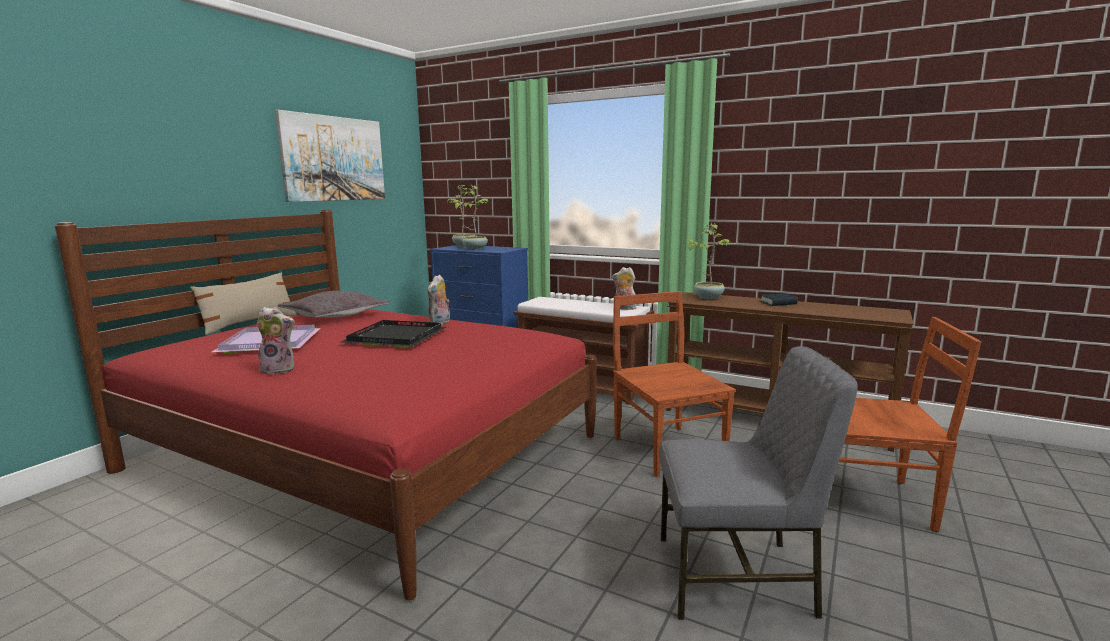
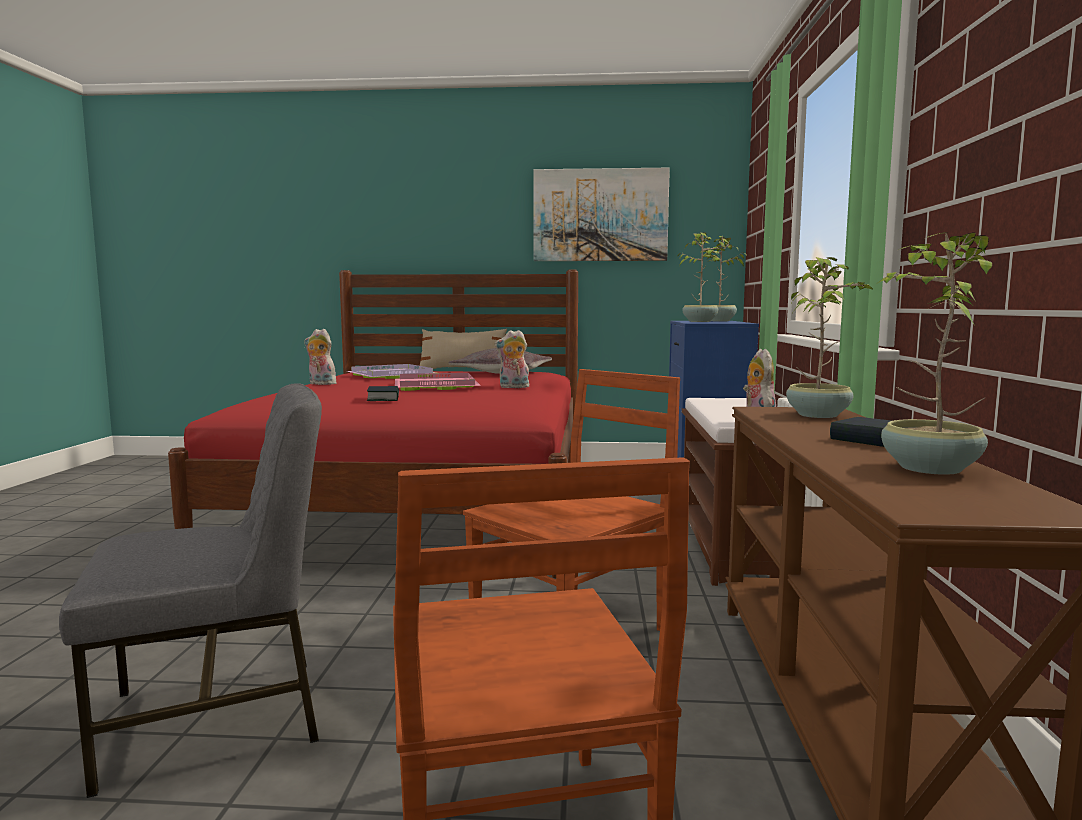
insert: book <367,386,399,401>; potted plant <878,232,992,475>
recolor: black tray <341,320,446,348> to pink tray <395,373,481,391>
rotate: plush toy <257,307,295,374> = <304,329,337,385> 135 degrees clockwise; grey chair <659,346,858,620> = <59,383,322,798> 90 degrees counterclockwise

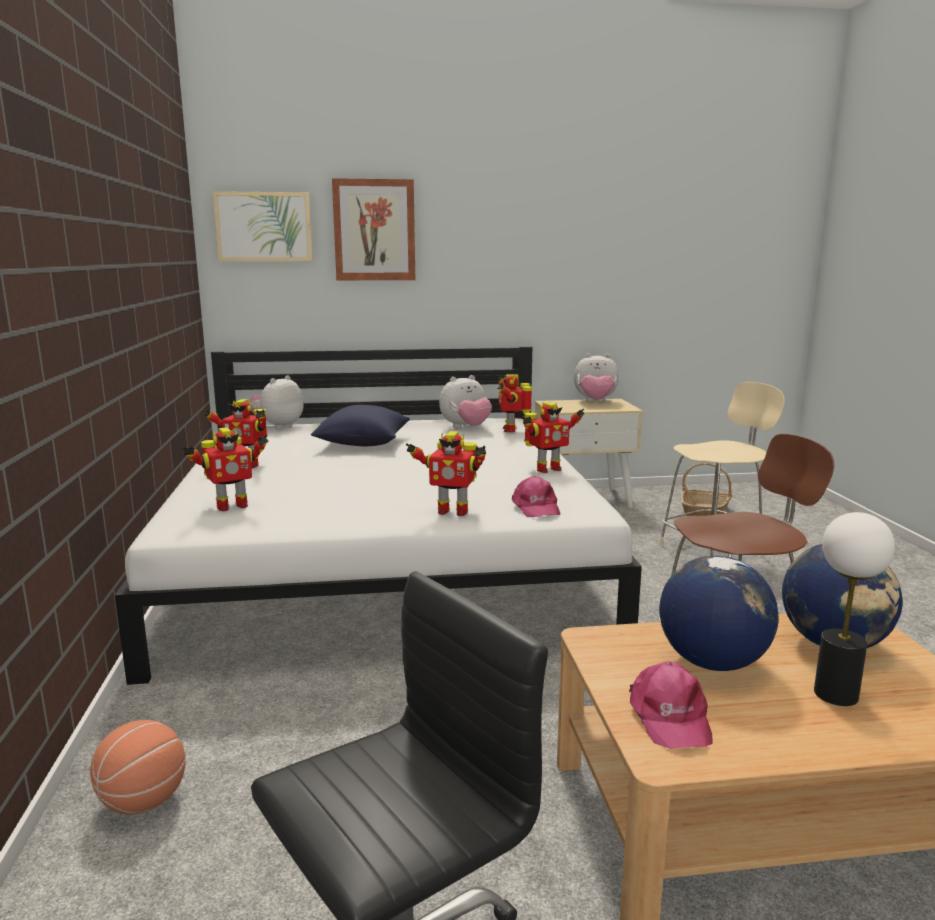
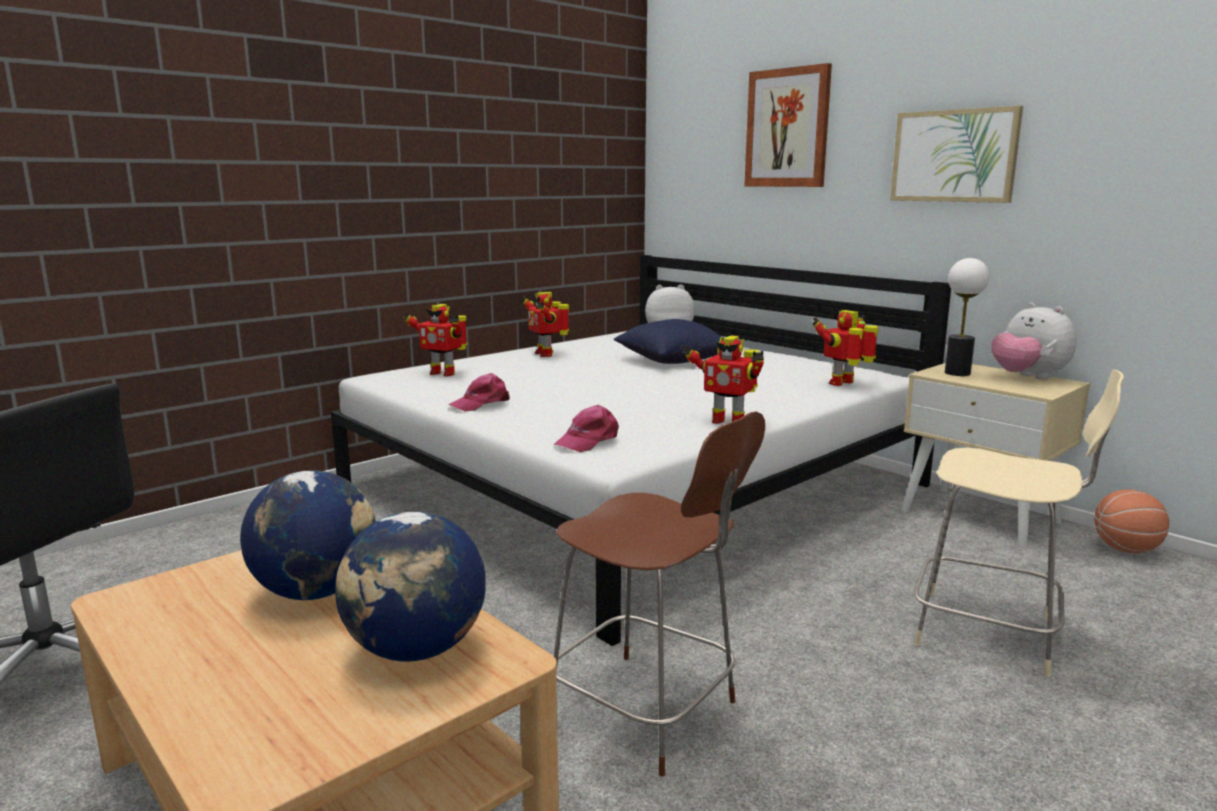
delete: toy robot <406,431,486,516>; plush toy <439,375,492,428>; basket <681,463,732,516>
move: basketball <90,720,185,814> to <1094,490,1169,553>; picture <212,191,313,261> to <890,106,1023,203>; pink cap <629,661,713,749> to <448,373,510,412>; table lamp <814,512,895,706> to <945,258,989,376>

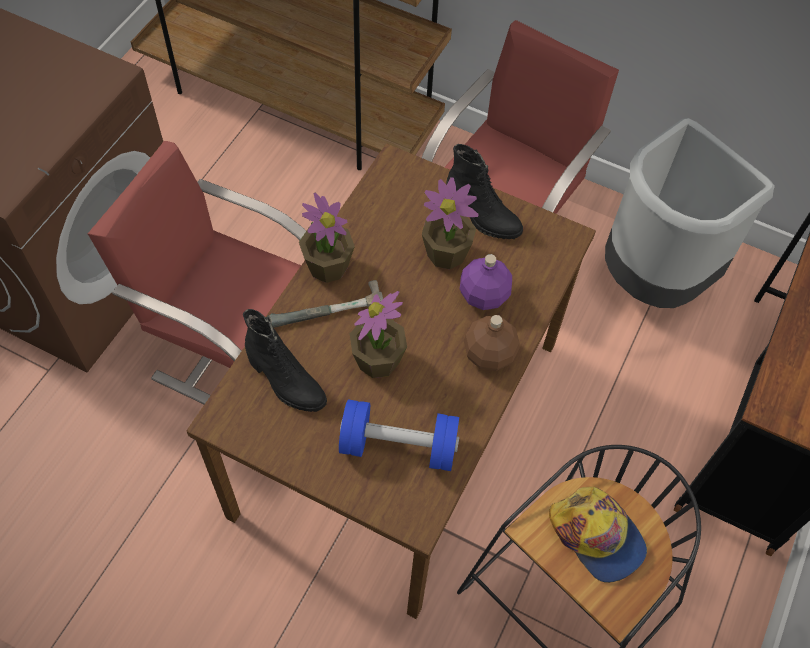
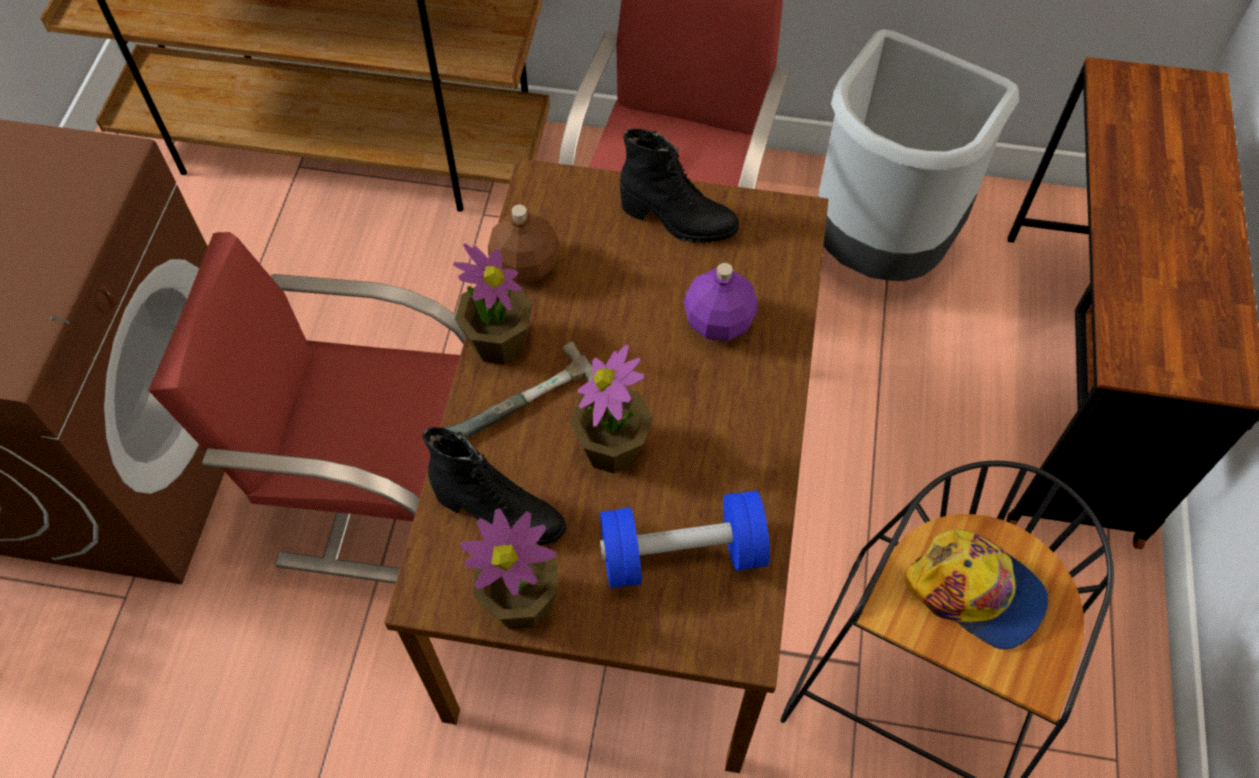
move: potted plant <422,177,479,269> to <460,509,558,630>; brown bottle <464,315,520,371> to <488,204,560,283>

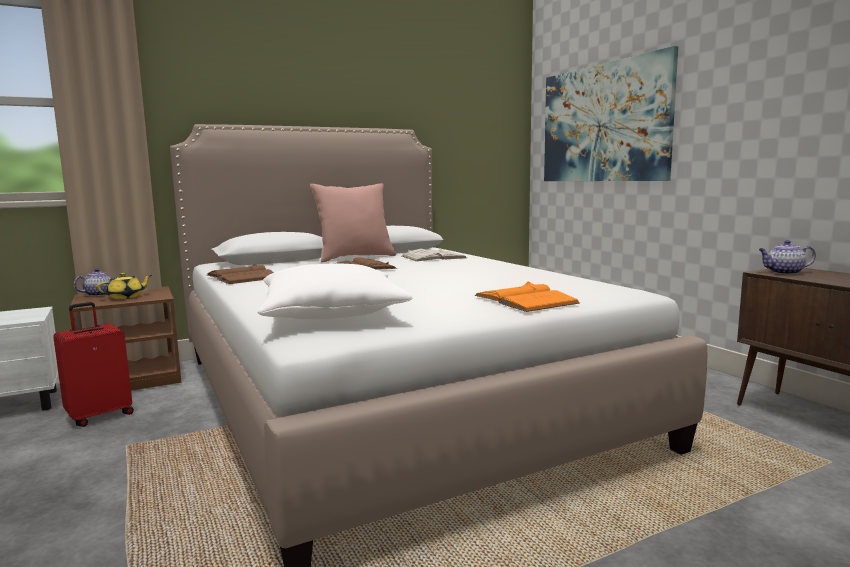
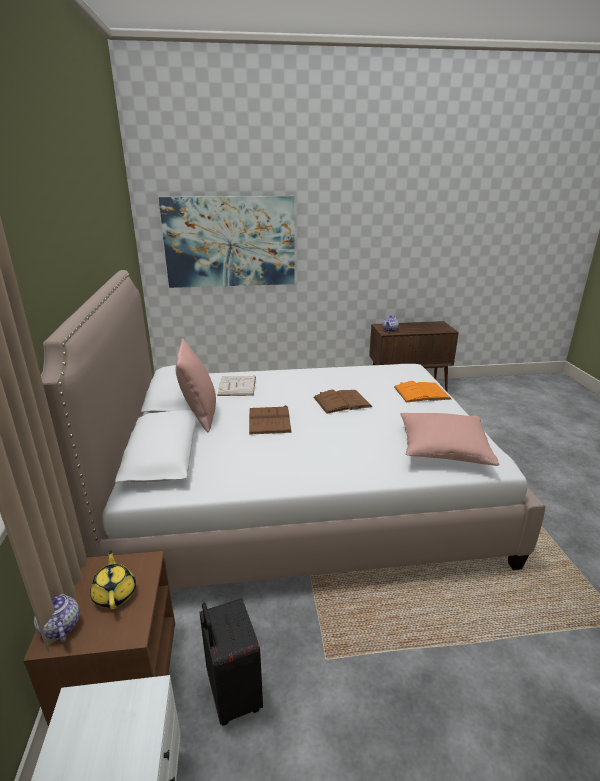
move: brown book <207,264,274,284> to <314,390,372,414>
recolor: red suitcase <53,302,134,427> to black suitcase <199,598,263,725>; white pillow <257,263,413,319> to pink pillow <401,413,499,466>

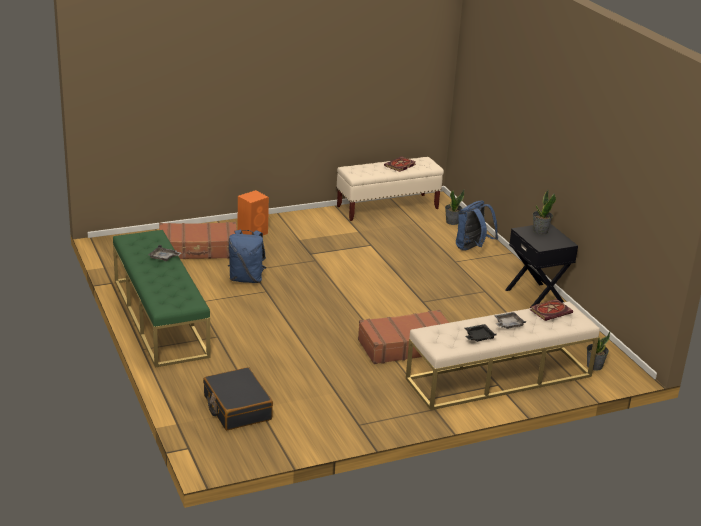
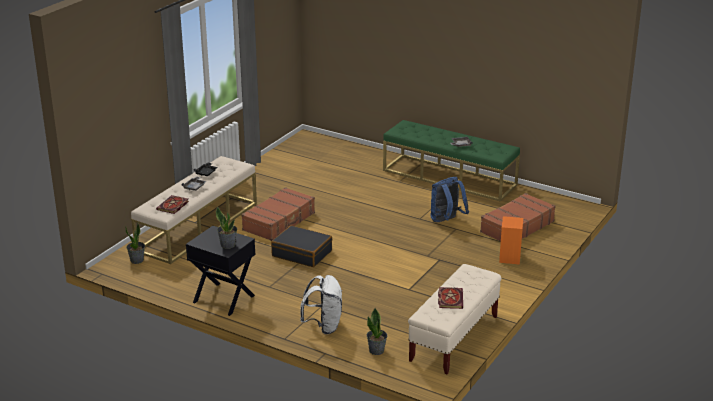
move: black suitcase <203,367,273,430> to <271,225,332,267>
recolor: blue backpack <456,201,498,251> to white backpack <300,275,342,334>

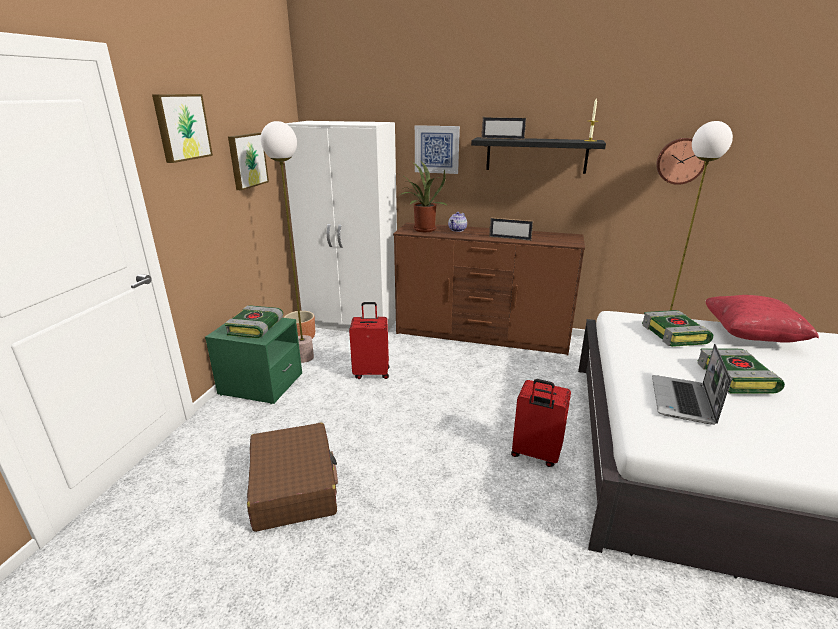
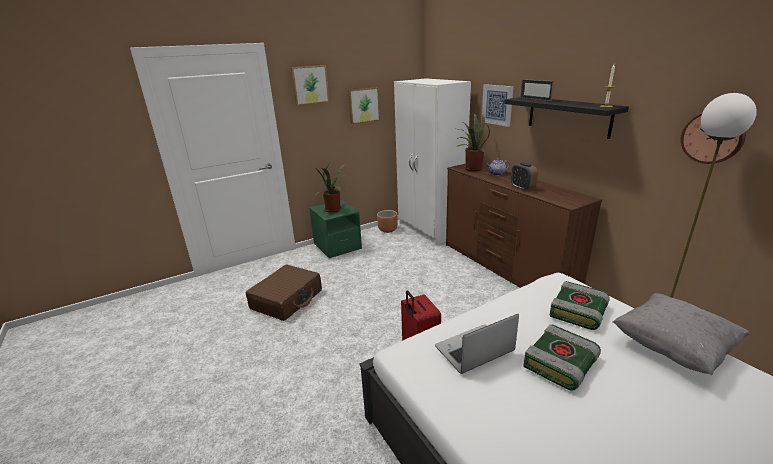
delete: floor lamp <261,121,314,363>; red suitcase <349,302,390,379>
replace: book <225,305,283,338> to potted plant <315,163,347,213>; picture frame <489,218,533,241> to alarm clock <511,162,538,191>
recolor: red pillow <705,295,819,343> to grey pillow <613,293,750,375>

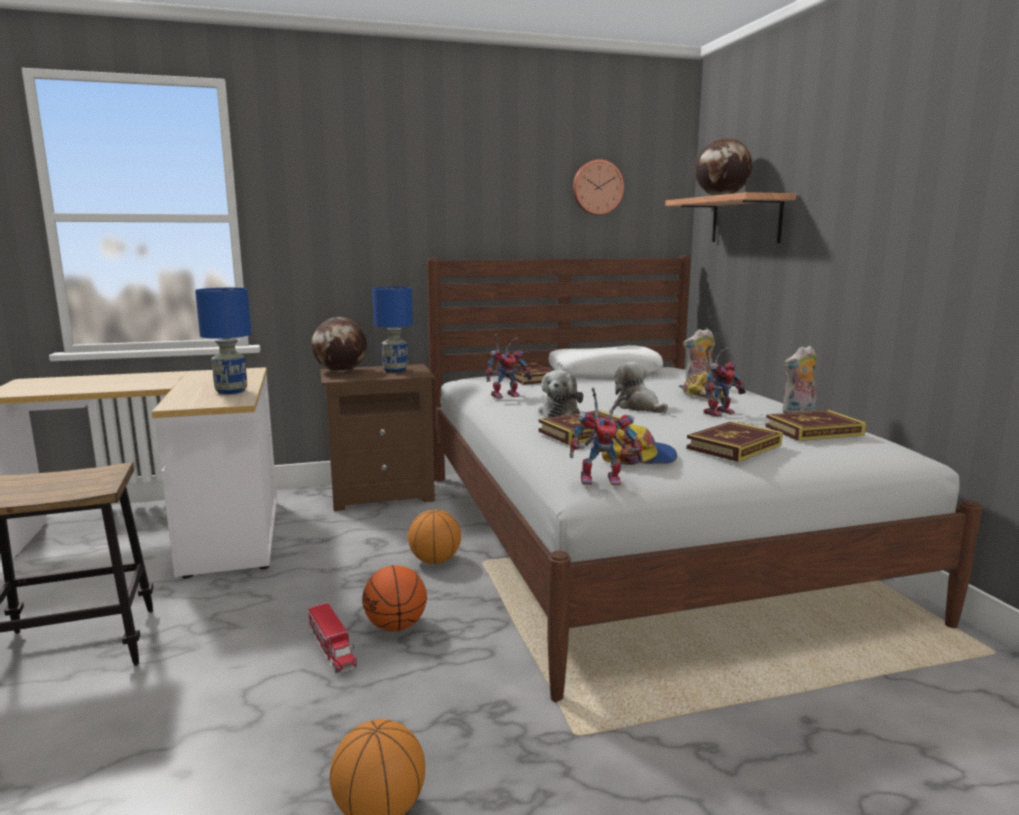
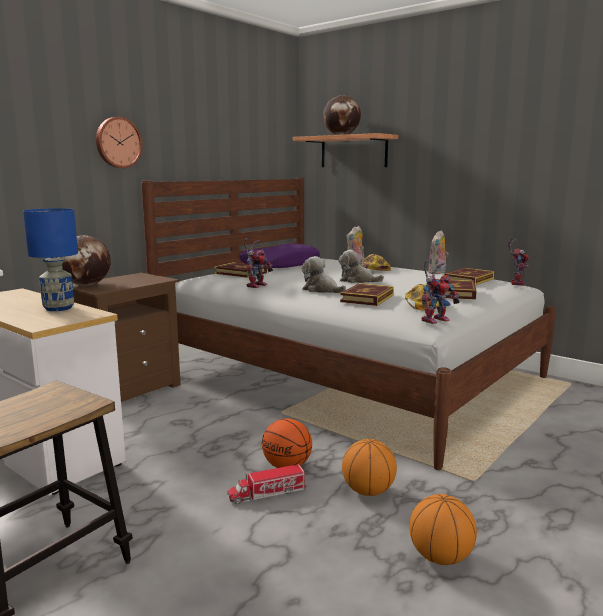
delete: blue table lamp <372,287,413,372>
move: basketball <408,510,461,564> to <342,439,397,496>; wall clock <573,159,624,215> to <96,117,143,168>; toy robot <703,345,746,417> to <508,238,529,286>
recolor: white pillow <549,345,663,378> to purple pillow <239,243,320,268>
rotate: toy truck <308,603,357,673> = <227,464,307,505> 135 degrees clockwise; plush toy <538,370,583,418> = <302,256,346,293> 150 degrees clockwise

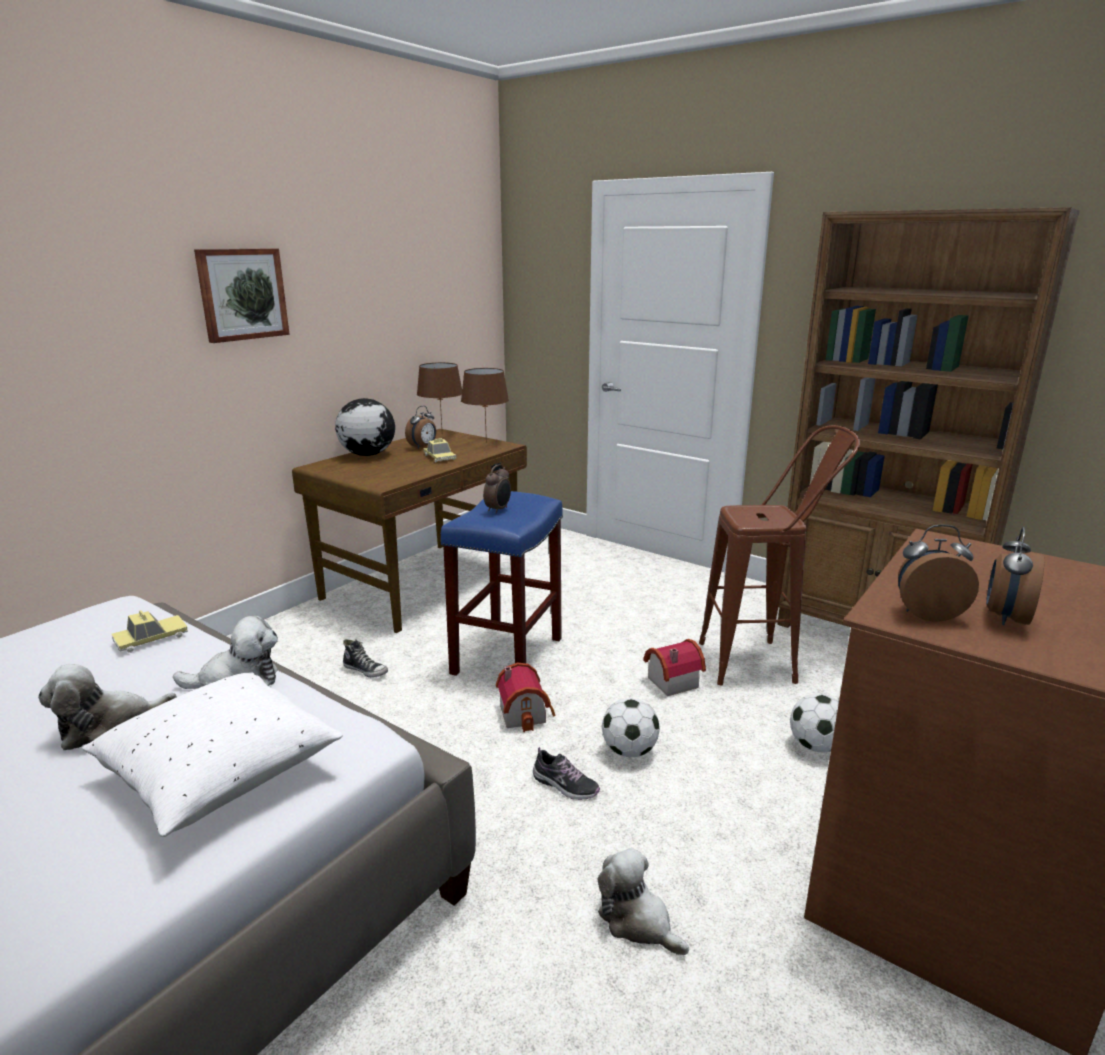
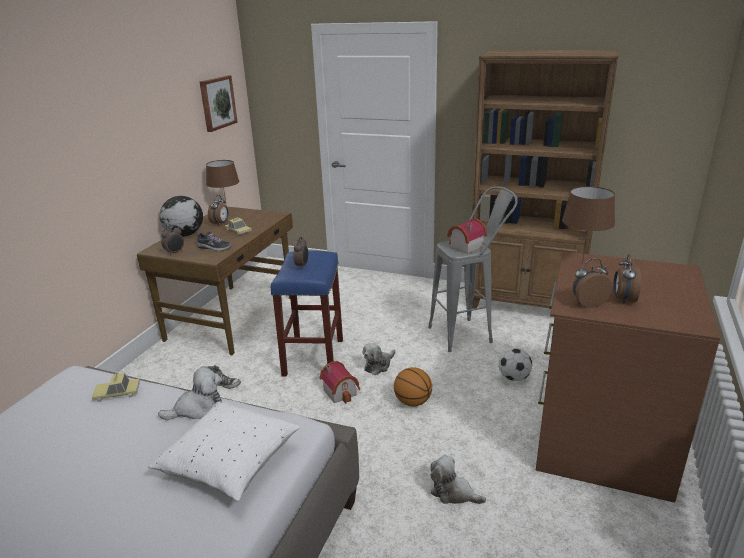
insert: alarm clock <161,225,184,255>
move: plush toy <38,664,177,750> to <363,343,395,375>; picture <194,248,290,343> to <200,75,238,132>; brown table lamp <461,368,509,443> to <562,186,615,263>; shoe <533,747,600,800> to <197,231,232,251>; toy house <643,639,706,696> to <447,219,487,254>
replace: football <601,698,660,757> to basketball <394,367,432,406>
recolor: brown stool <699,425,860,686> to grey stool <428,186,518,352>
rotate: toy car <112,610,188,653> = <91,373,140,402> 135 degrees counterclockwise

